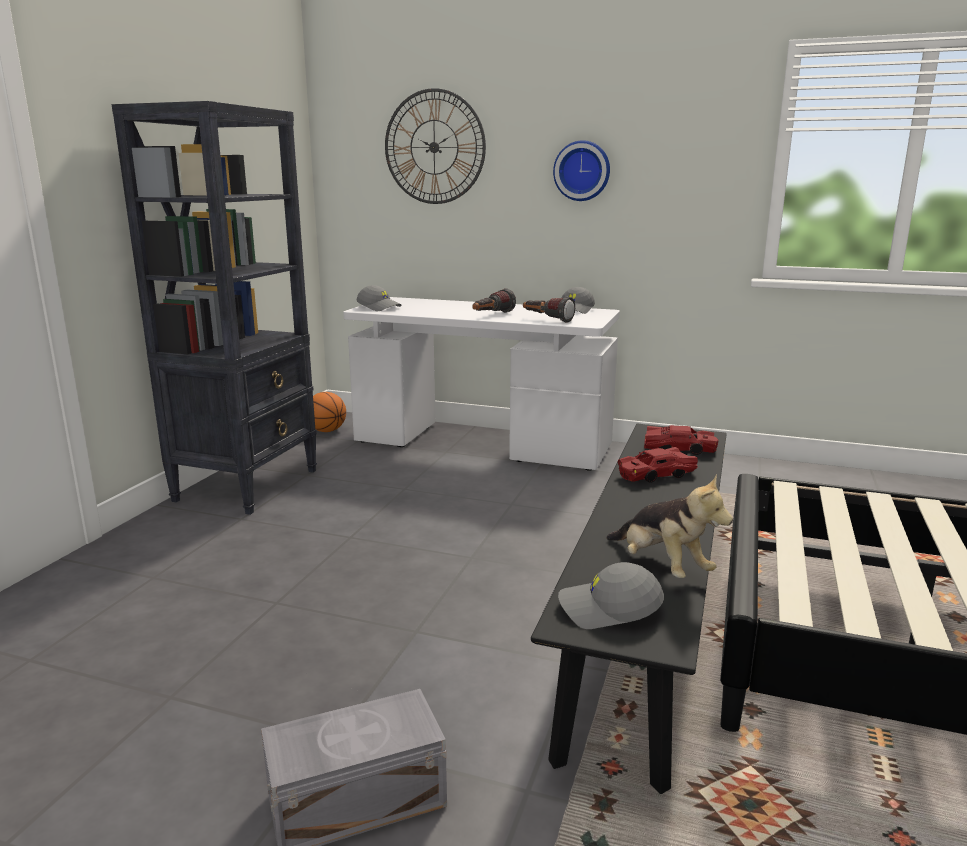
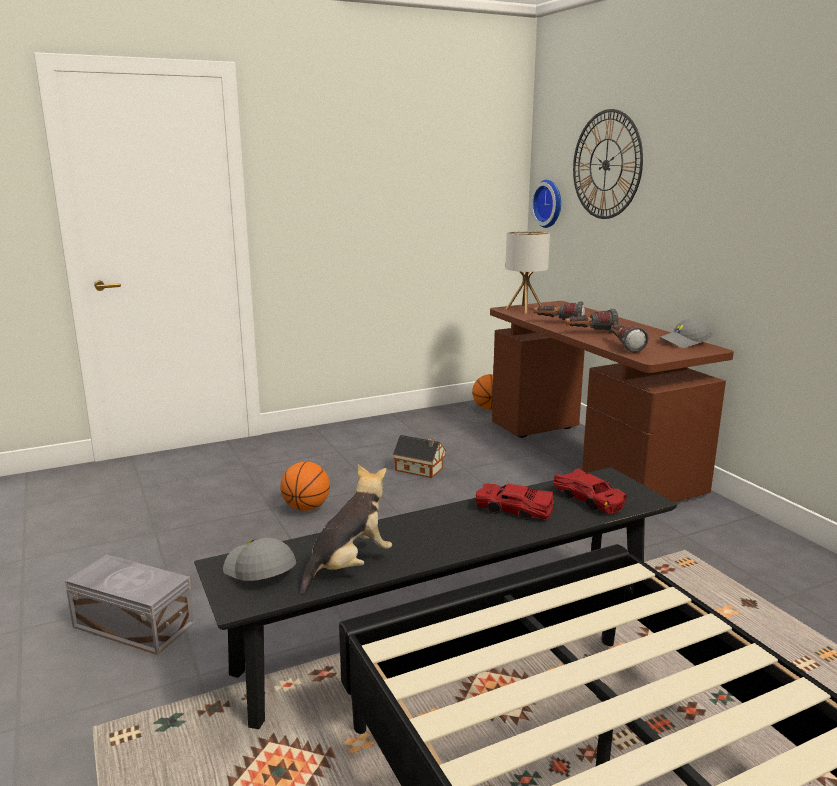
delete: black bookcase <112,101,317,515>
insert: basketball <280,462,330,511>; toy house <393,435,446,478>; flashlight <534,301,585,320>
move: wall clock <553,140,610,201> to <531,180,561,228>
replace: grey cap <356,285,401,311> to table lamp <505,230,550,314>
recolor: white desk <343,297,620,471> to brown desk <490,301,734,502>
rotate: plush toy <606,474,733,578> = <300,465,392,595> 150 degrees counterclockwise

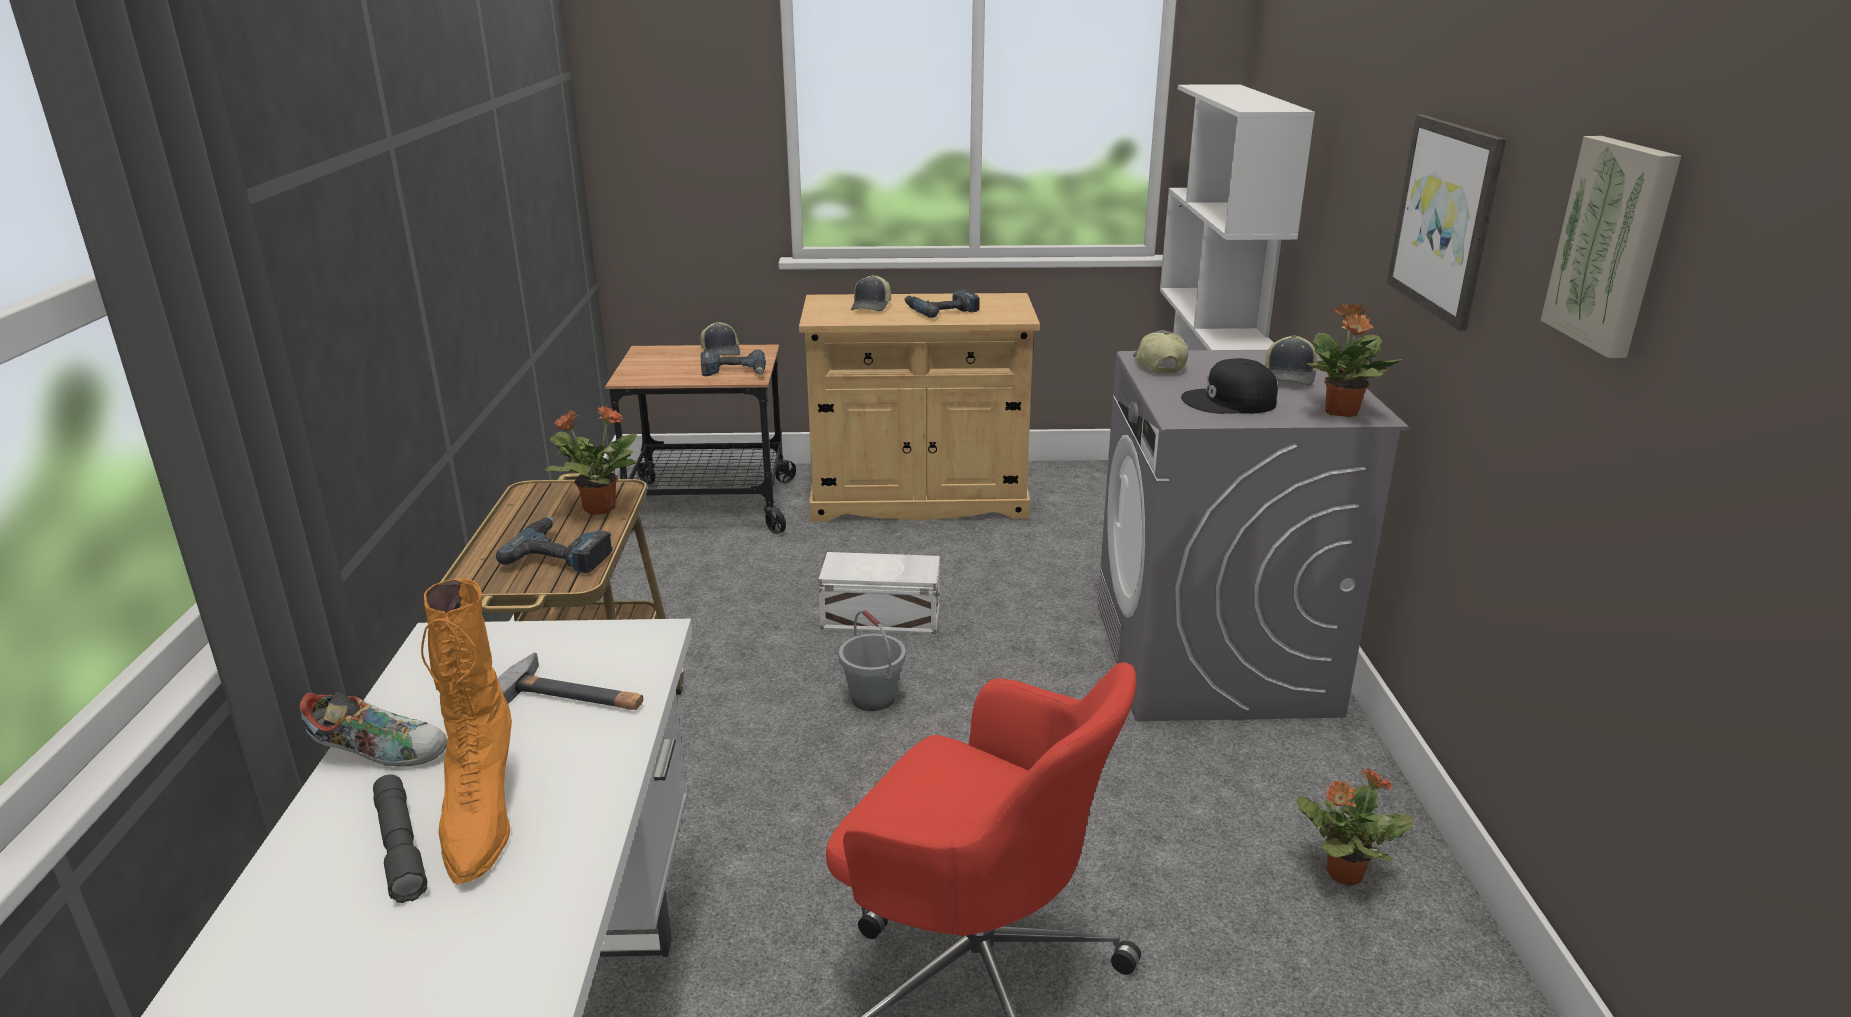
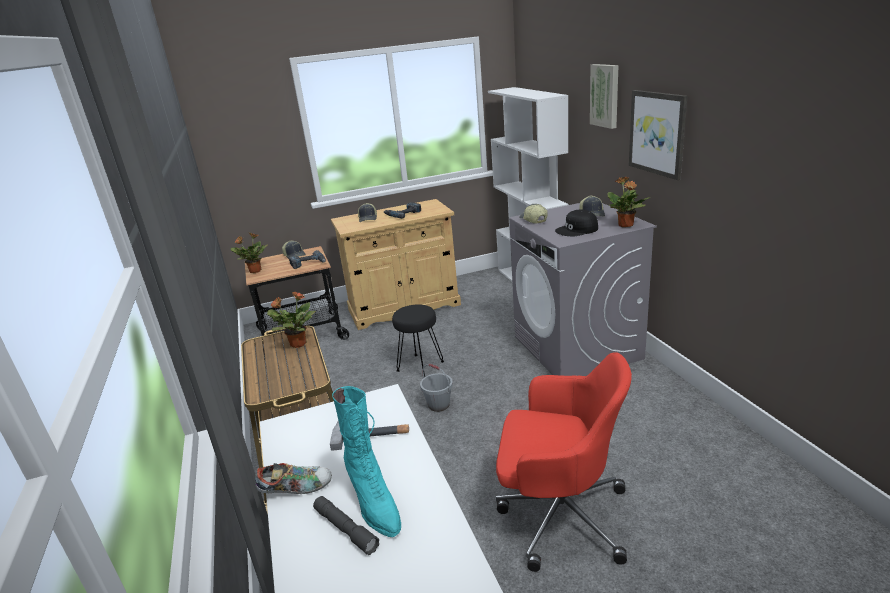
delete: power drill <496,517,613,573>
move: potted plant <1297,768,1415,886> to <231,232,267,273>; picture <1541,136,1681,358> to <590,64,619,129>
replace: white storage box <818,552,940,634> to black stool <392,305,444,377>
recolor: orange boot <421,579,512,884> to turquoise boot <332,386,401,537>

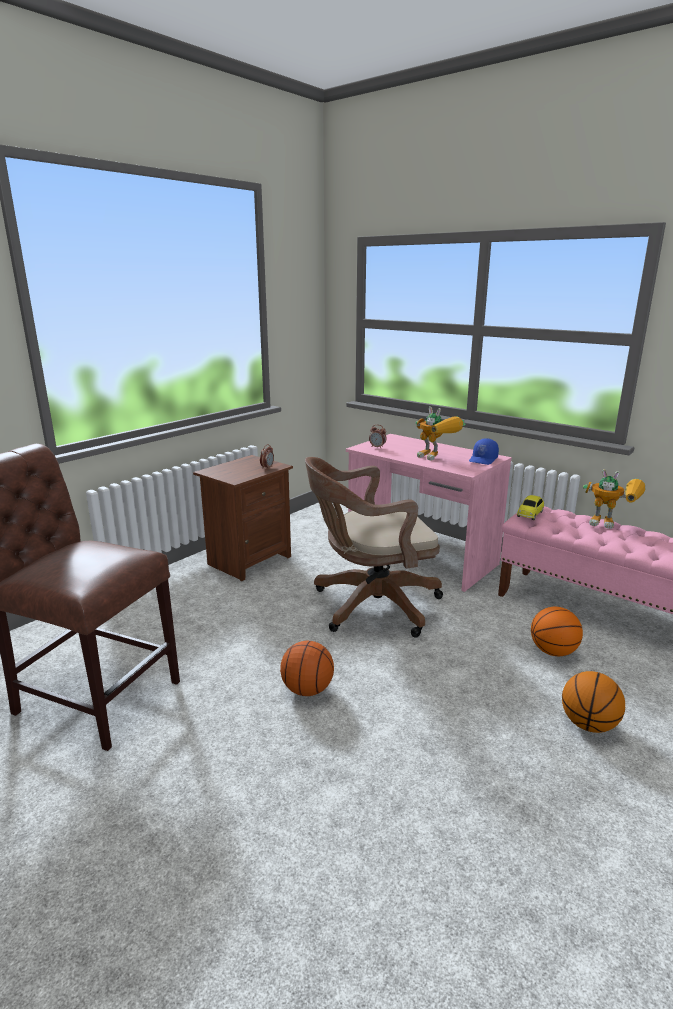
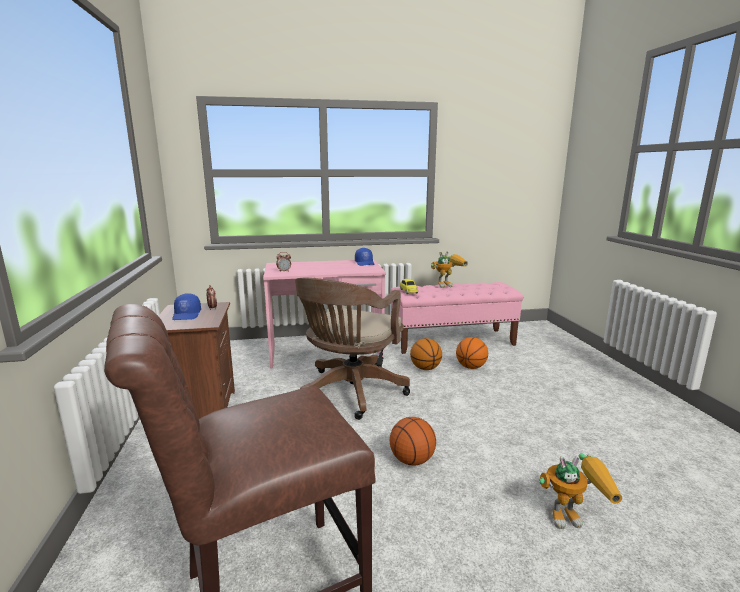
insert: blue cap <172,293,201,320>
move: toy robot <416,406,465,460> to <539,453,622,529>; basketball <562,671,625,733> to <410,338,442,370>

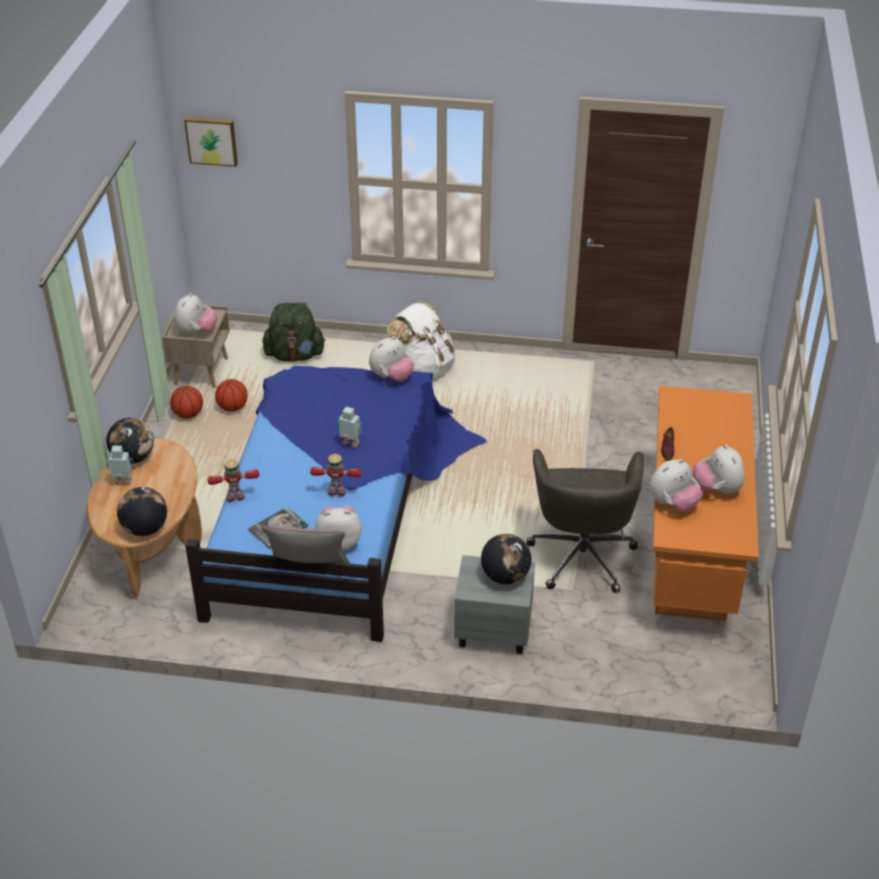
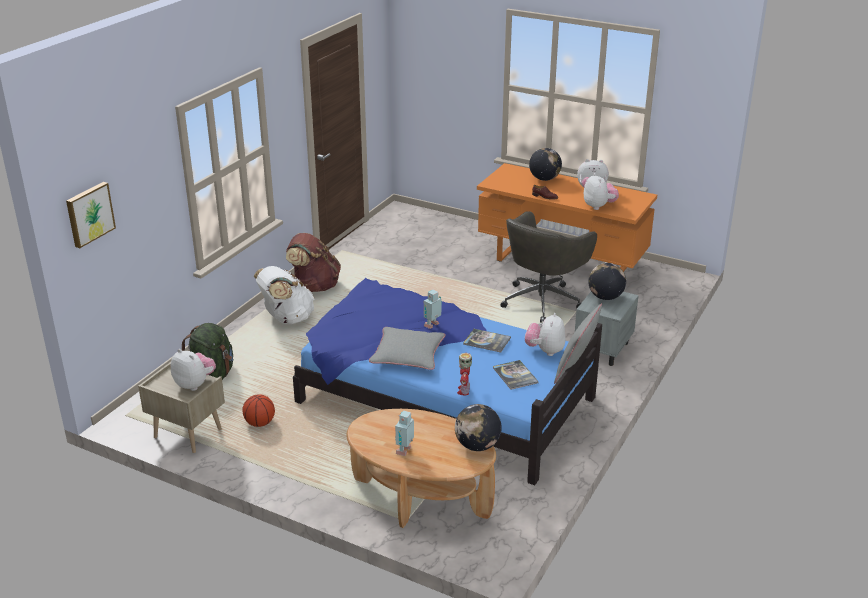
delete: basketball <170,386,203,418>; plush toy <369,336,414,382>
insert: brown backpack <286,233,341,292>; grey pillow <369,327,446,370>
move: globe <106,418,154,464> to <529,148,562,181>
replace: toy robot <310,454,362,496> to book <463,329,511,353>
rotate: grey office chair <526,449,644,593> = <500,211,597,323> 105 degrees clockwise

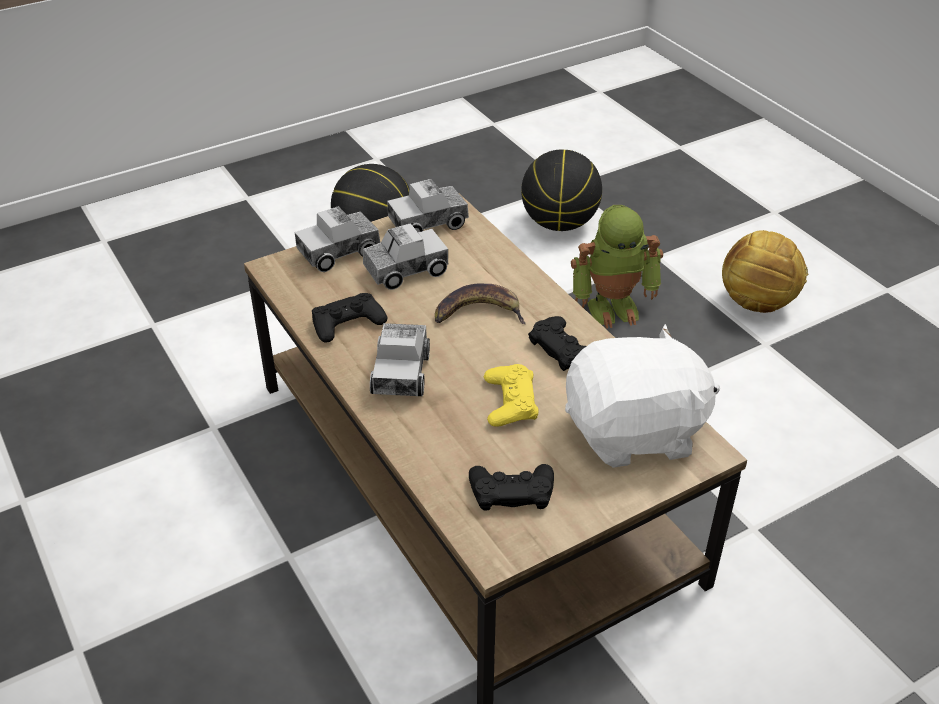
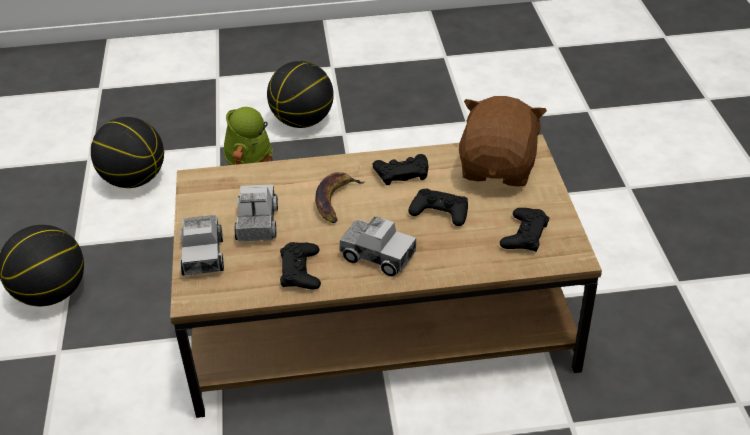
delete: toy truck <387,179,469,232>
replace: football <722,230,808,313> to basketball <267,61,334,128>
recolor: yellow game controller <484,364,538,427> to black game controller <408,189,468,226>; white plush toy <565,324,720,468> to brown plush toy <459,96,547,187>

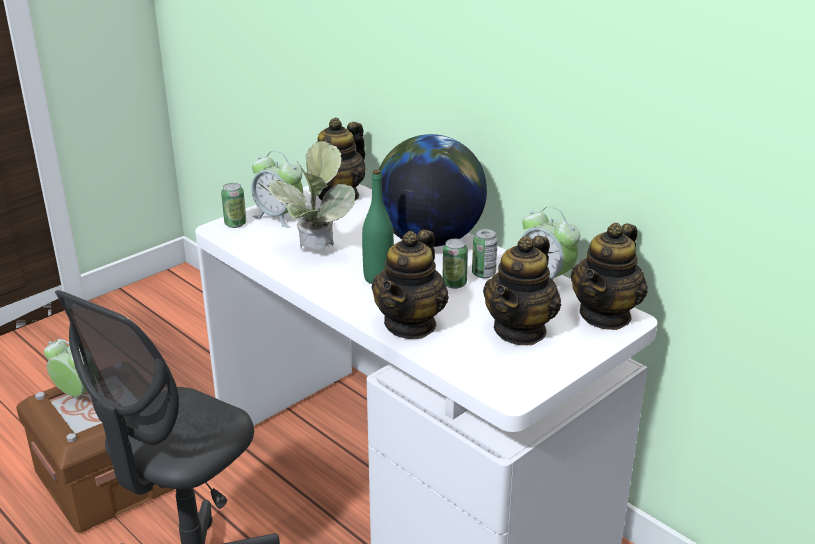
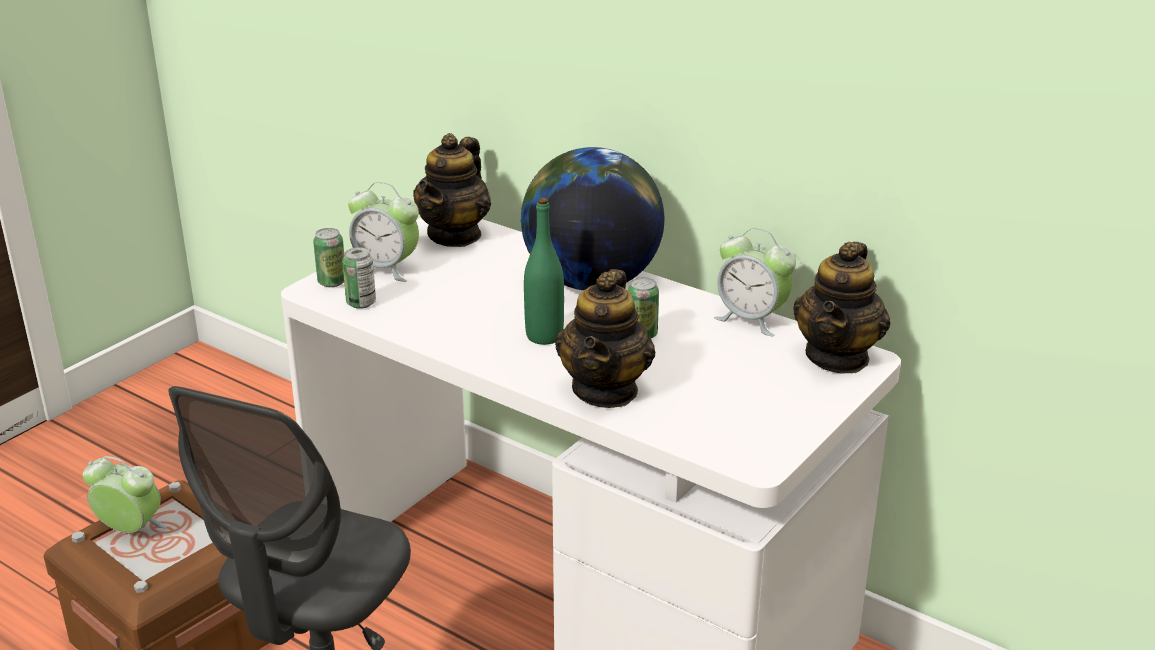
delete: potted plant <267,141,355,249>; teapot <483,235,561,345>
move: can <472,229,498,278> to <342,248,376,309>

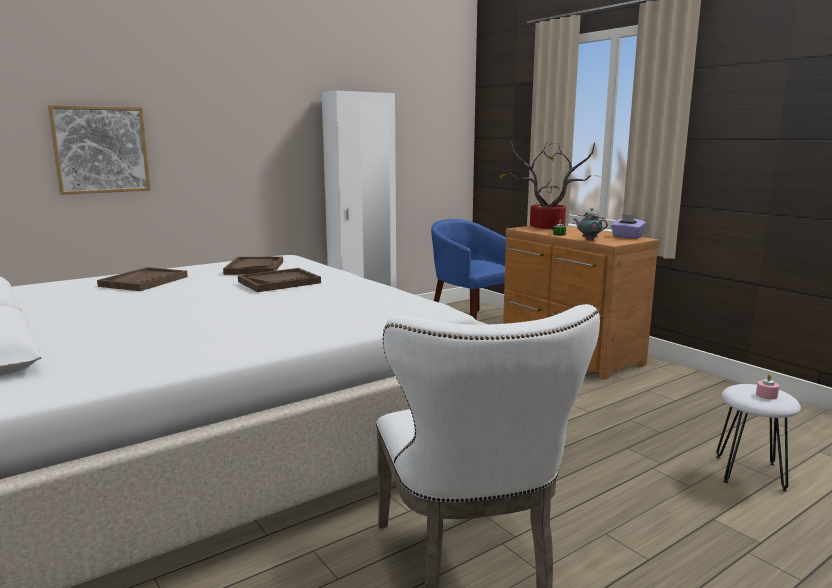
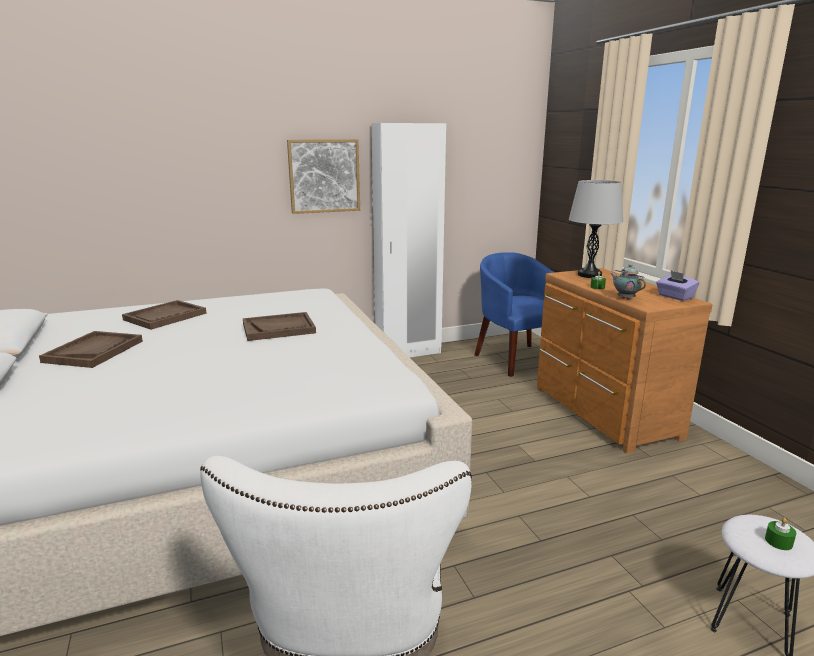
move: picture <48,105,151,195> to <287,139,360,214>; brown tray <223,256,283,275> to <39,331,143,368>
replace: potted plant <499,141,602,229> to grey table lamp <569,180,623,278>
recolor: pink candle <756,374,779,400> to green candle <765,518,796,550>

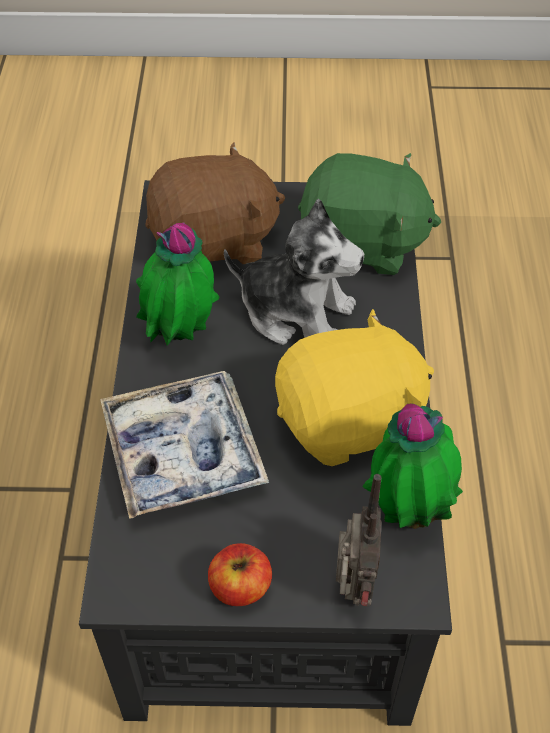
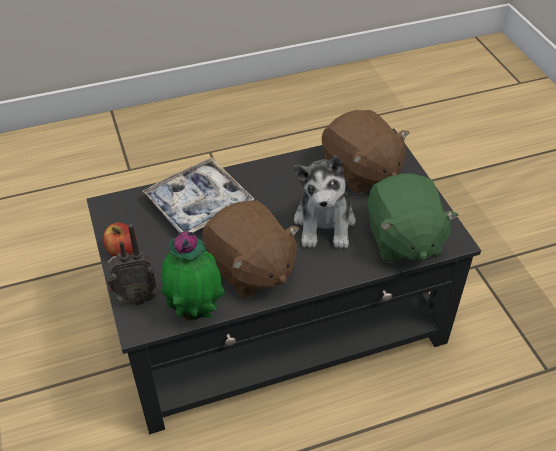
delete: potted plant <136,222,219,346>
recolor: yellow plush toy <275,309,434,466> to brown plush toy <203,200,300,299>

